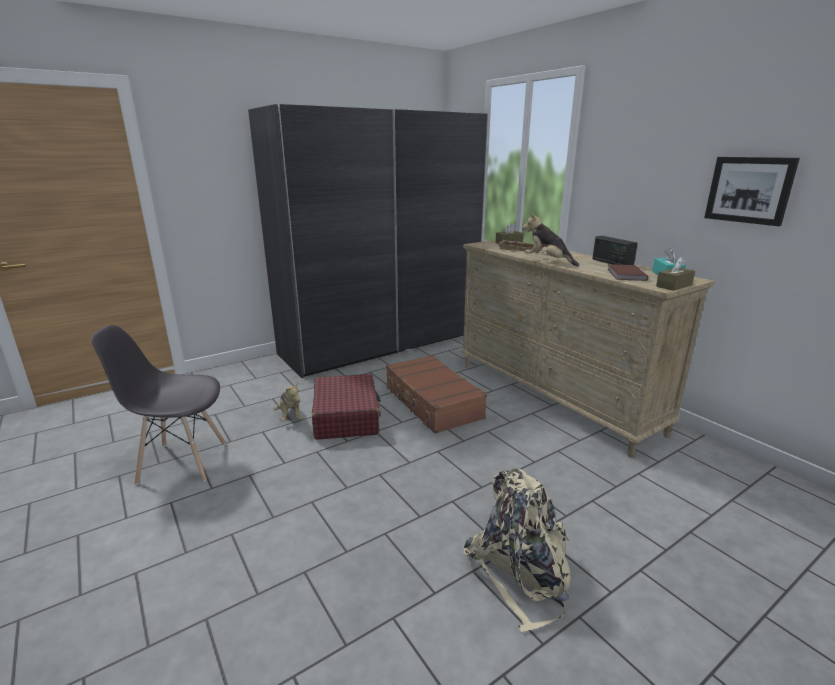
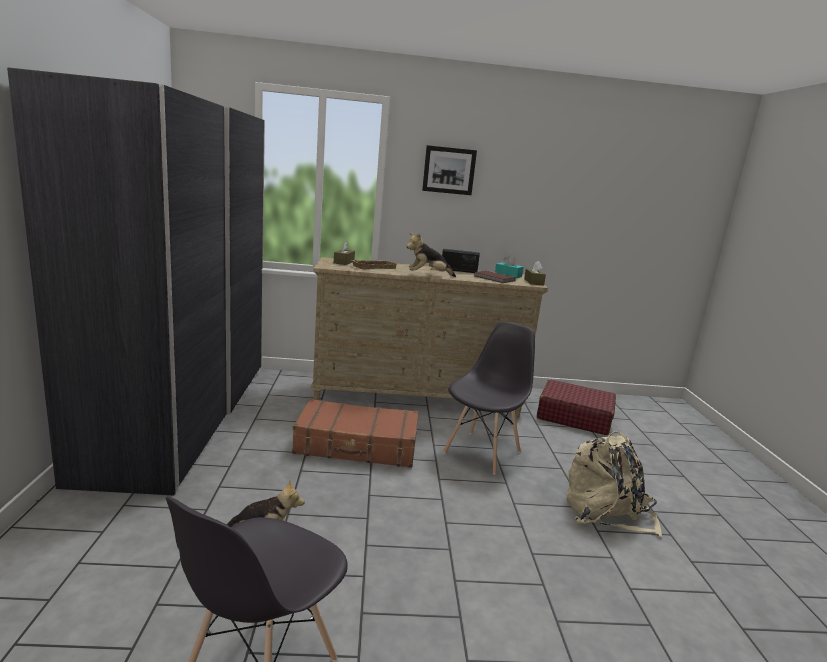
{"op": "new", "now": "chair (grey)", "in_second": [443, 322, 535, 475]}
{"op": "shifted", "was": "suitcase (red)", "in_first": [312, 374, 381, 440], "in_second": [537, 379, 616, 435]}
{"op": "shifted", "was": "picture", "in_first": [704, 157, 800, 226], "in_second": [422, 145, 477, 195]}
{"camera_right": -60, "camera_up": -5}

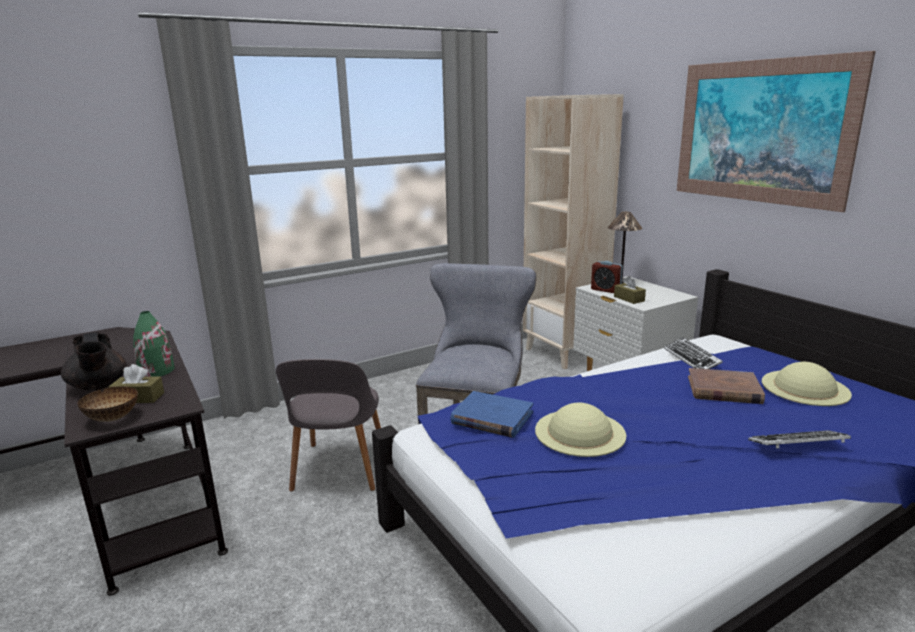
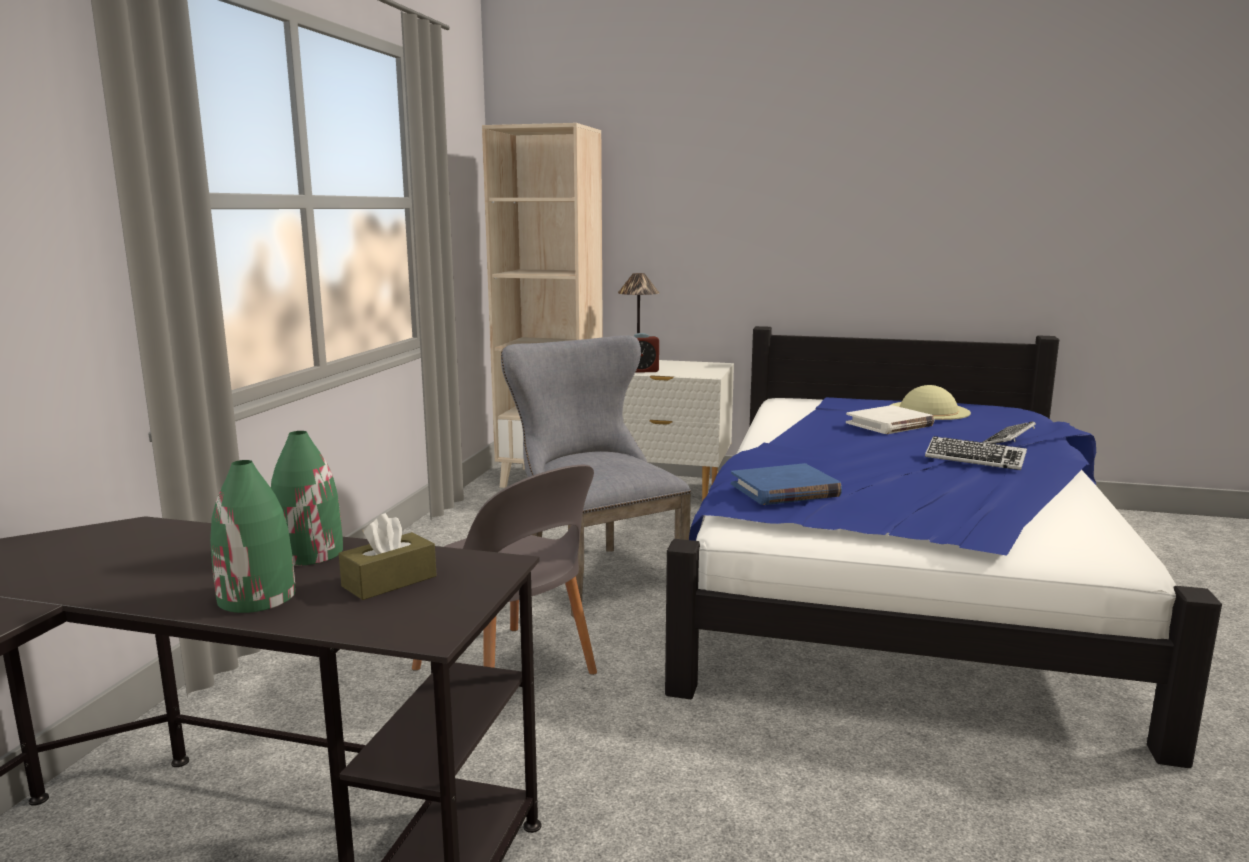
{"op": "gone", "was": "bowl", "in_first": [78, 387, 138, 422]}
{"op": "gone", "was": "hat (beige)", "in_first": [535, 403, 626, 457]}
{"op": "gone", "was": "tissue box (brown)", "in_first": [614, 276, 646, 304]}
{"op": "gone", "was": "picture", "in_first": [677, 51, 876, 212]}
{"op": "shifted", "was": "keyboard", "in_first": [664, 337, 723, 369], "in_second": [925, 436, 1027, 470]}
{"op": "swapped", "was": "teapot (black)", "now": "vase (green)", "in_first": [61, 332, 127, 390], "in_second": [210, 460, 296, 613]}
{"op": "repainted", "was": "book (brown)", "now": "book (white)", "in_first": [688, 368, 765, 404], "in_second": [846, 405, 934, 434]}
{"camera_right": -45, "camera_up": -5}

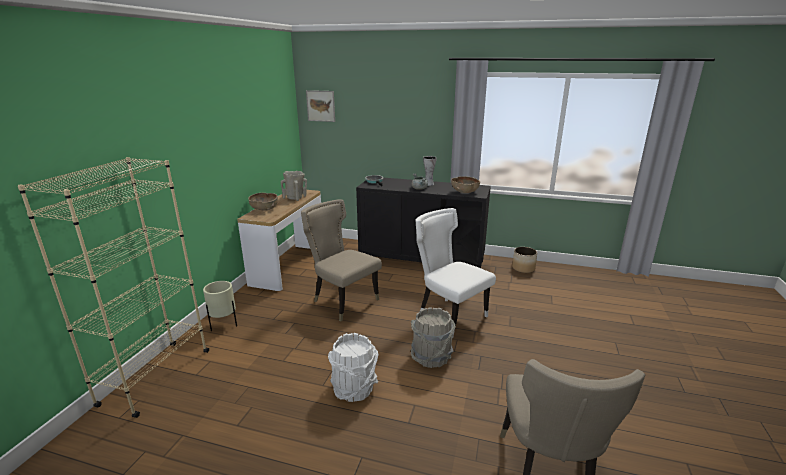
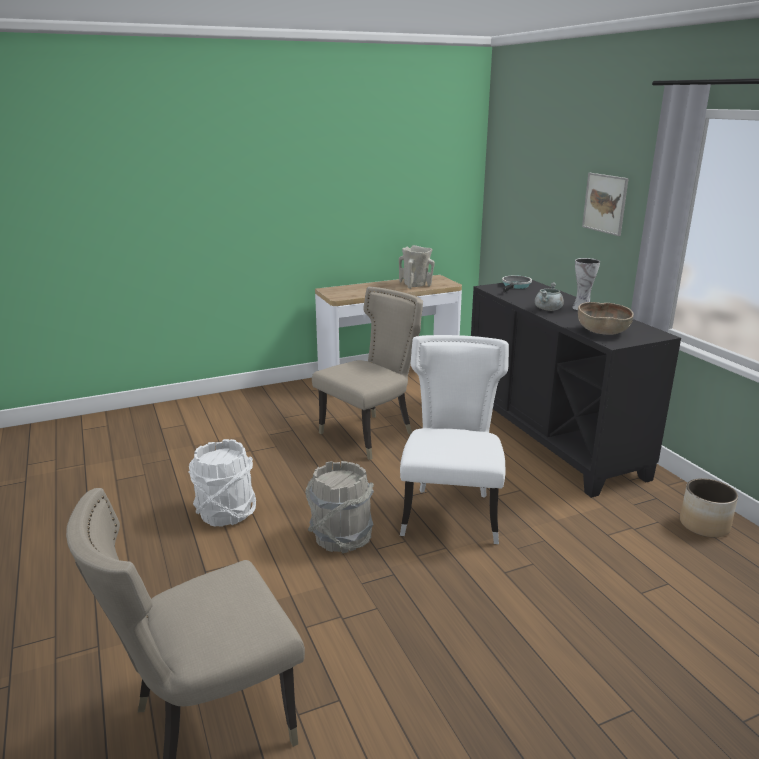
{"op": "gone", "was": "bookcase (beige)", "in_first": [18, 157, 209, 418]}
{"op": "gone", "was": "planter (beige)", "in_first": [203, 281, 237, 331]}
{"op": "gone", "was": "bowl (brown)", "in_first": [248, 193, 278, 210]}
{"op": "shifted", "was": "picture", "in_first": [306, 90, 335, 122], "in_second": [582, 173, 629, 236]}
{"op": "rotated", "was": "chair (beige)", "in_first": [301, 199, 382, 322], "in_second": [312, 287, 423, 460], "clockwise": 45}
{"camera_right": 50, "camera_up": 0}

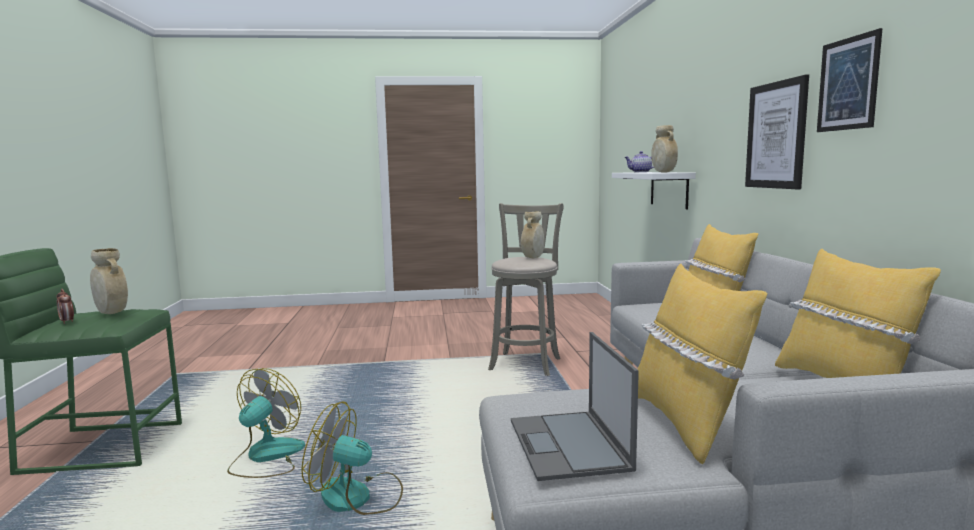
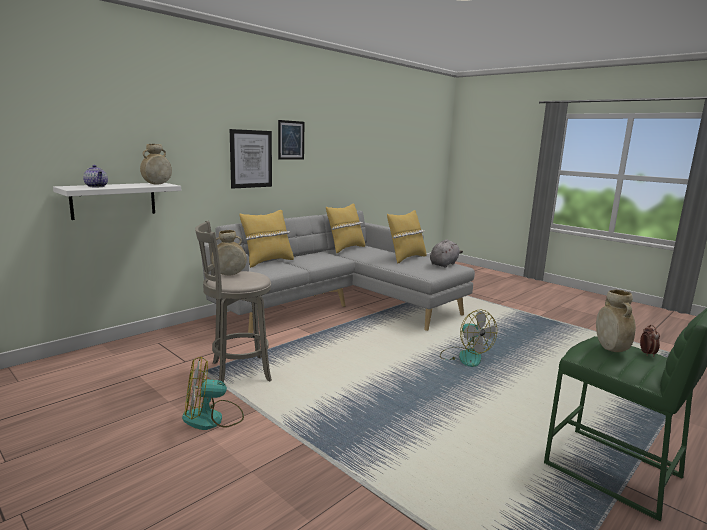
{"op": "shifted", "was": "fan", "in_first": [227, 368, 305, 478], "in_second": [182, 357, 244, 430]}
{"op": "swapped", "was": "laptop", "now": "plush toy (grey)", "in_first": [511, 332, 639, 481], "in_second": [430, 239, 463, 268]}
{"camera_right": -130, "camera_up": 5}

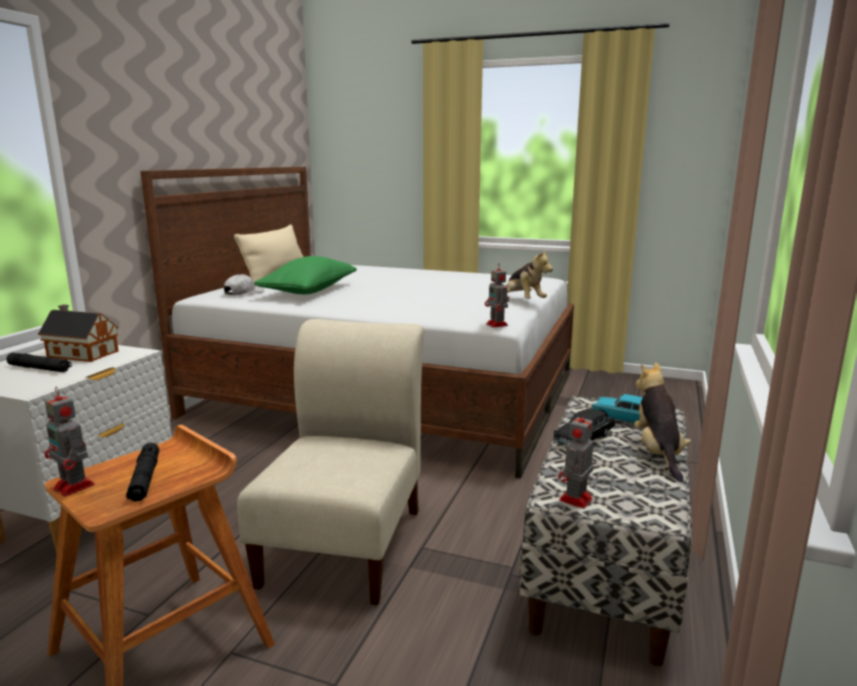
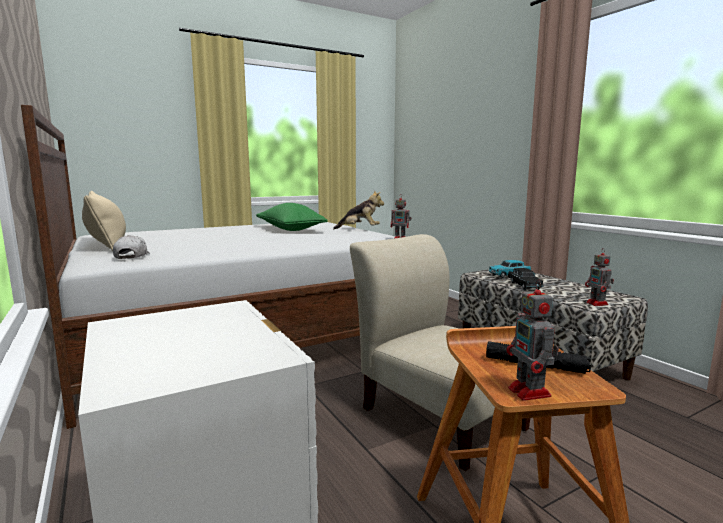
{"op": "gone", "was": "flashlight (black)", "in_first": [6, 353, 72, 372]}
{"op": "gone", "was": "toy house", "in_first": [38, 304, 119, 362]}
{"op": "gone", "was": "plush toy", "in_first": [634, 362, 691, 482]}
{"op": "shifted", "was": "pillow (green)", "in_first": [254, 256, 357, 294], "in_second": [256, 203, 328, 231]}
{"op": "rotated", "was": "toy robot", "in_first": [44, 387, 95, 497], "in_second": [506, 279, 559, 401], "clockwise": 90}
{"camera_right": -50, "camera_up": -5}

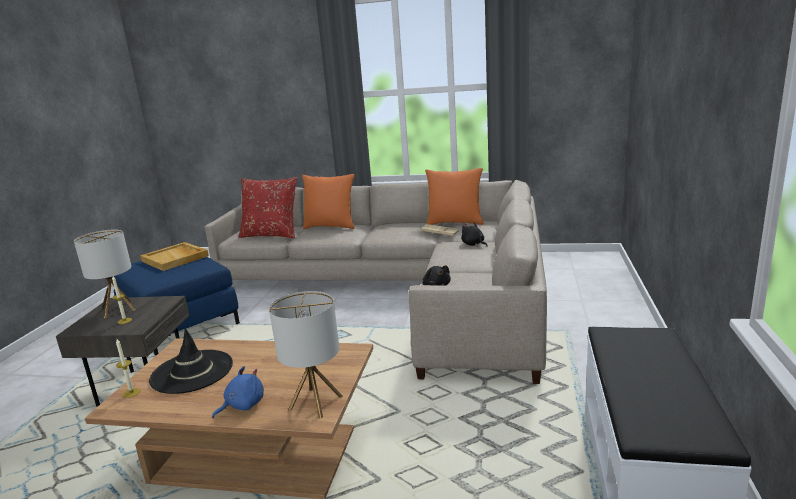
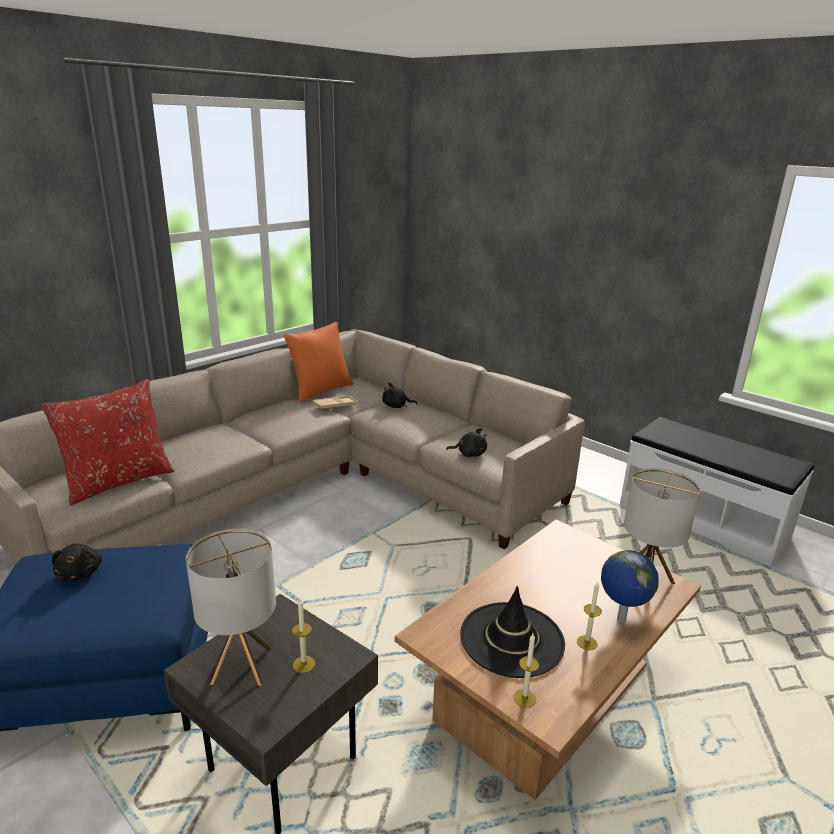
{"op": "gone", "was": "pillow (orange)", "in_first": [302, 174, 355, 229]}
{"op": "new", "now": "candle", "in_second": [577, 582, 602, 650]}
{"op": "swapped", "was": "tray (beige)", "now": "plush toy (black)", "in_first": [140, 242, 209, 271], "in_second": [52, 543, 102, 580]}
{"op": "swapped", "was": "plush toy (blue)", "now": "globe", "in_first": [212, 366, 264, 418], "in_second": [601, 550, 659, 623]}
{"camera_right": -60, "camera_up": 5}

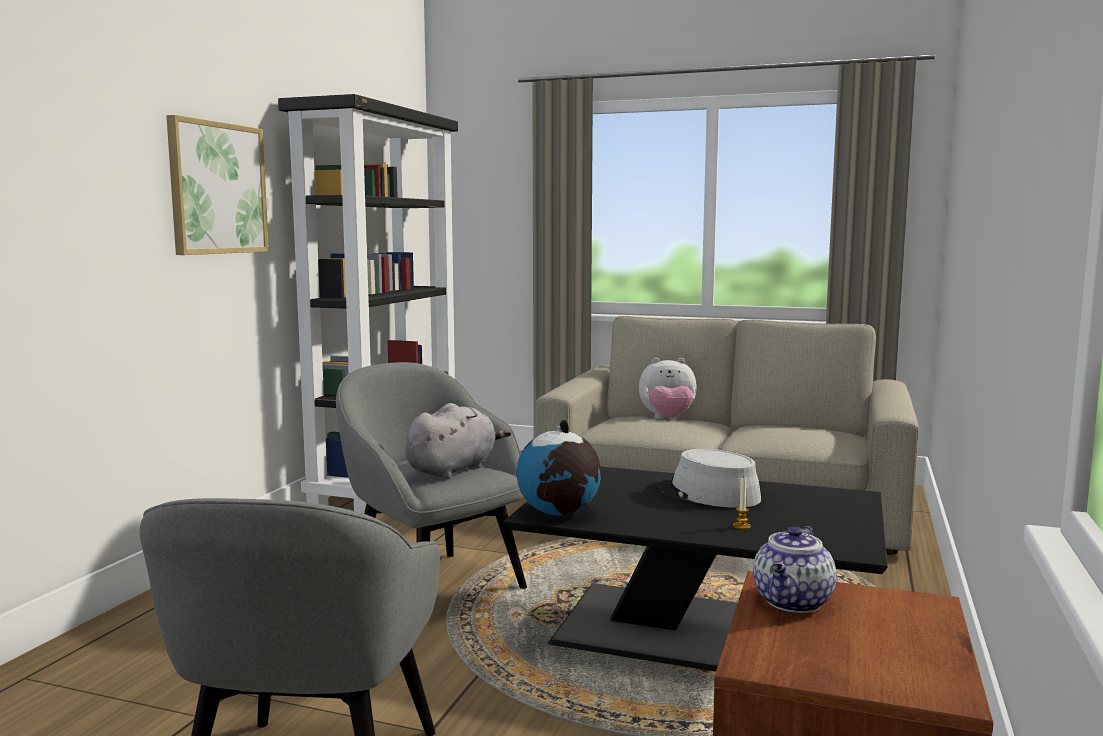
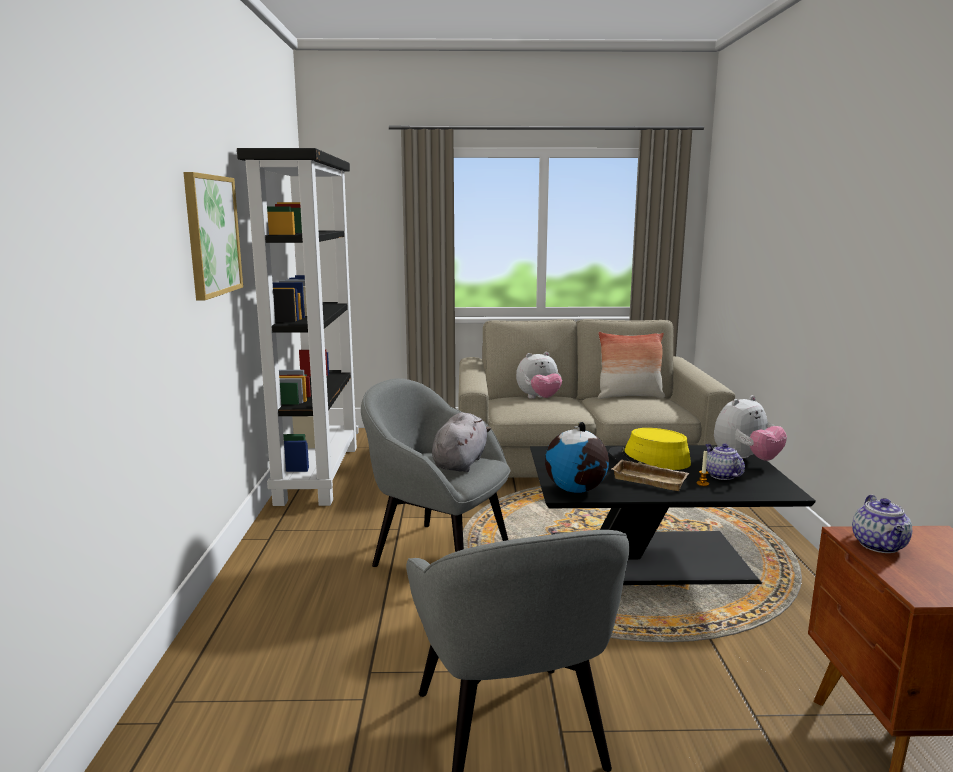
{"op": "new", "now": "pillow", "in_second": [598, 332, 665, 399]}
{"op": "new", "now": "tray (beige)", "in_second": [612, 459, 689, 491]}
{"op": "new", "now": "teapot", "in_second": [705, 444, 745, 480]}
{"op": "new", "now": "plush toy", "in_second": [714, 395, 787, 461]}
{"op": "repainted", "was": "hat (grey)", "now": "hat (yellow)", "in_first": [654, 449, 761, 508], "in_second": [609, 428, 691, 470]}
{"camera_right": -20, "camera_up": 5}

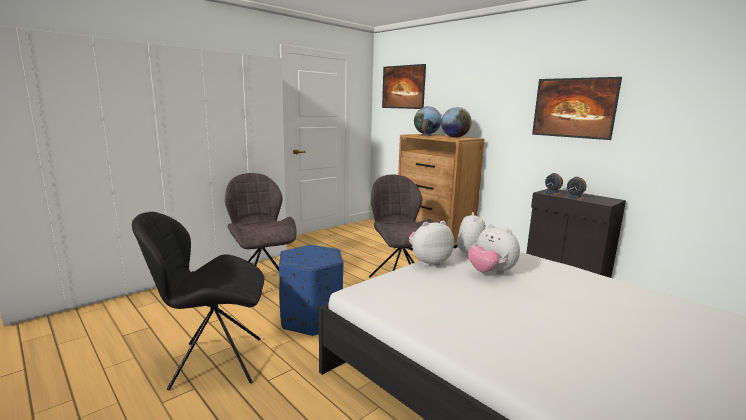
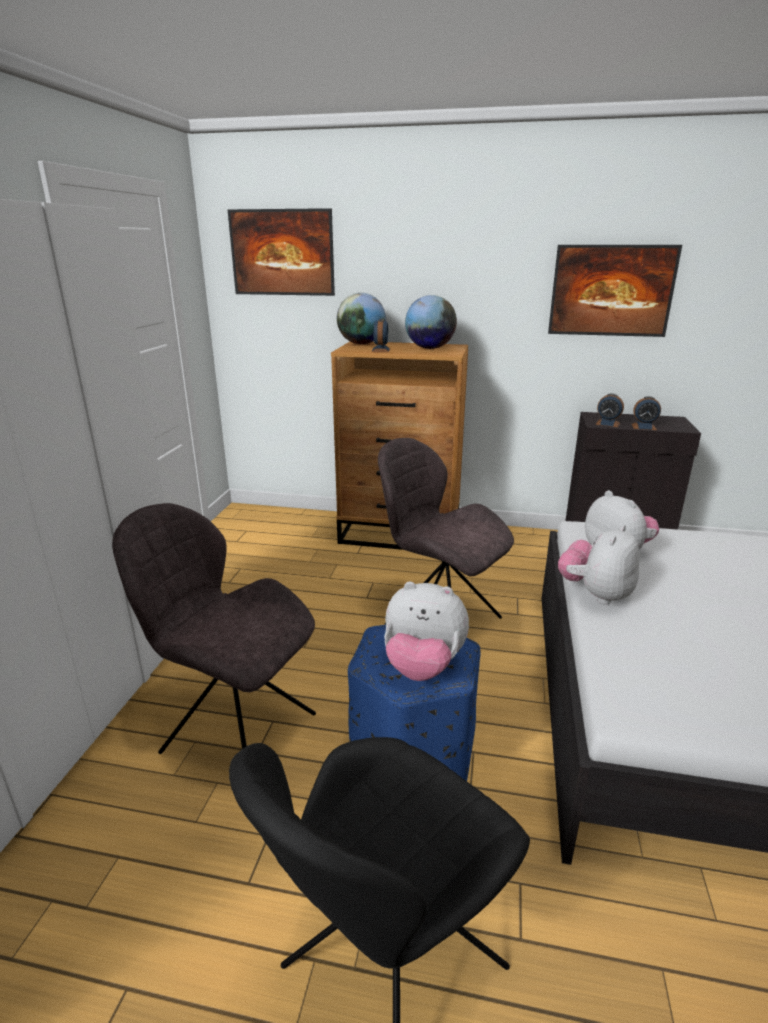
{"op": "shifted", "was": "plush toy", "in_first": [468, 224, 520, 275], "in_second": [384, 582, 469, 681]}
{"camera_right": -35, "camera_up": 10}

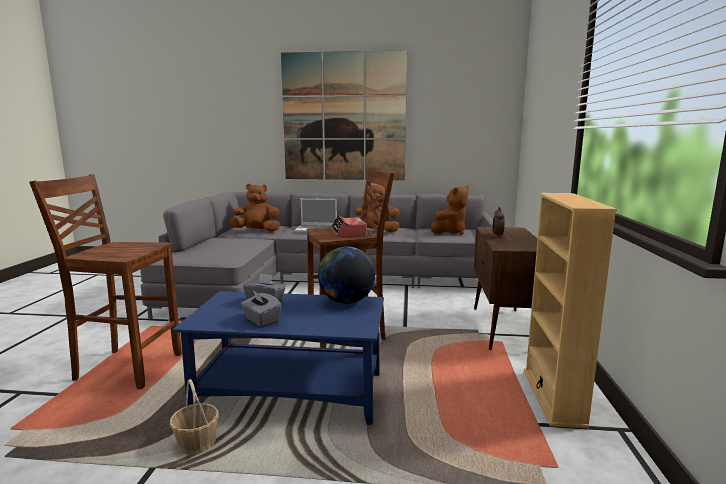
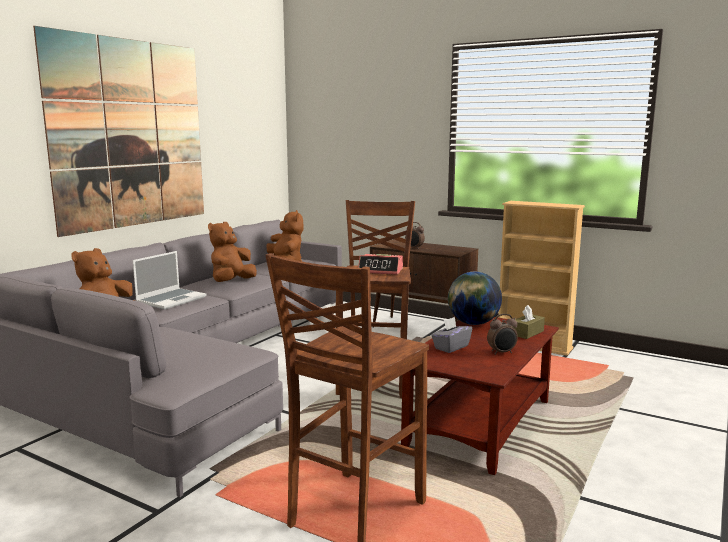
{"op": "gone", "was": "basket", "in_first": [170, 379, 219, 454]}
{"op": "new", "now": "tissue box (brown)", "in_second": [512, 305, 545, 339]}
{"op": "swapped", "was": "tissue box (grey)", "now": "alarm clock", "in_first": [241, 289, 281, 327], "in_second": [487, 314, 518, 355]}
{"op": "repainted", "was": "coffee table (blue)", "now": "coffee table (brown)", "in_first": [172, 291, 384, 425], "in_second": [401, 317, 559, 475]}
{"camera_right": -65, "camera_up": 0}

